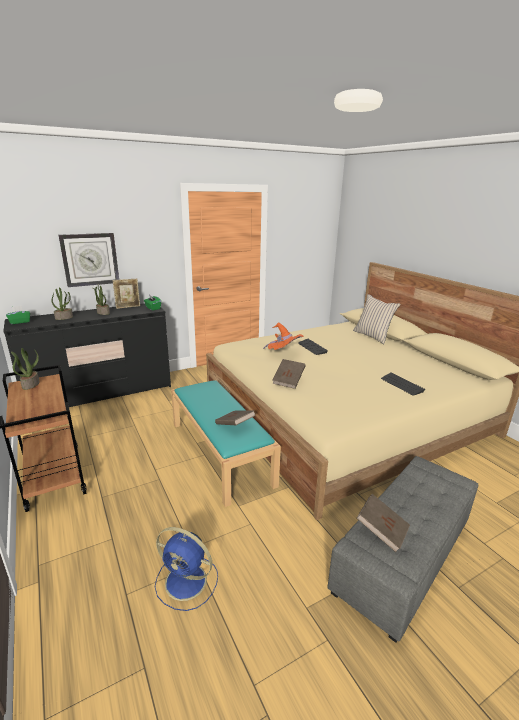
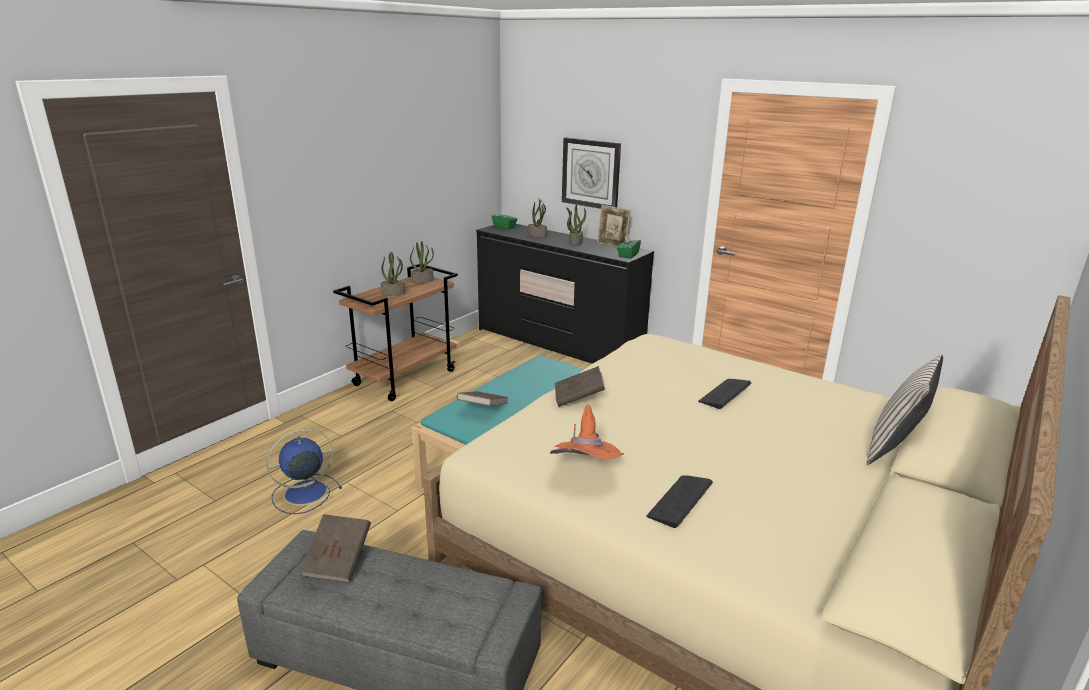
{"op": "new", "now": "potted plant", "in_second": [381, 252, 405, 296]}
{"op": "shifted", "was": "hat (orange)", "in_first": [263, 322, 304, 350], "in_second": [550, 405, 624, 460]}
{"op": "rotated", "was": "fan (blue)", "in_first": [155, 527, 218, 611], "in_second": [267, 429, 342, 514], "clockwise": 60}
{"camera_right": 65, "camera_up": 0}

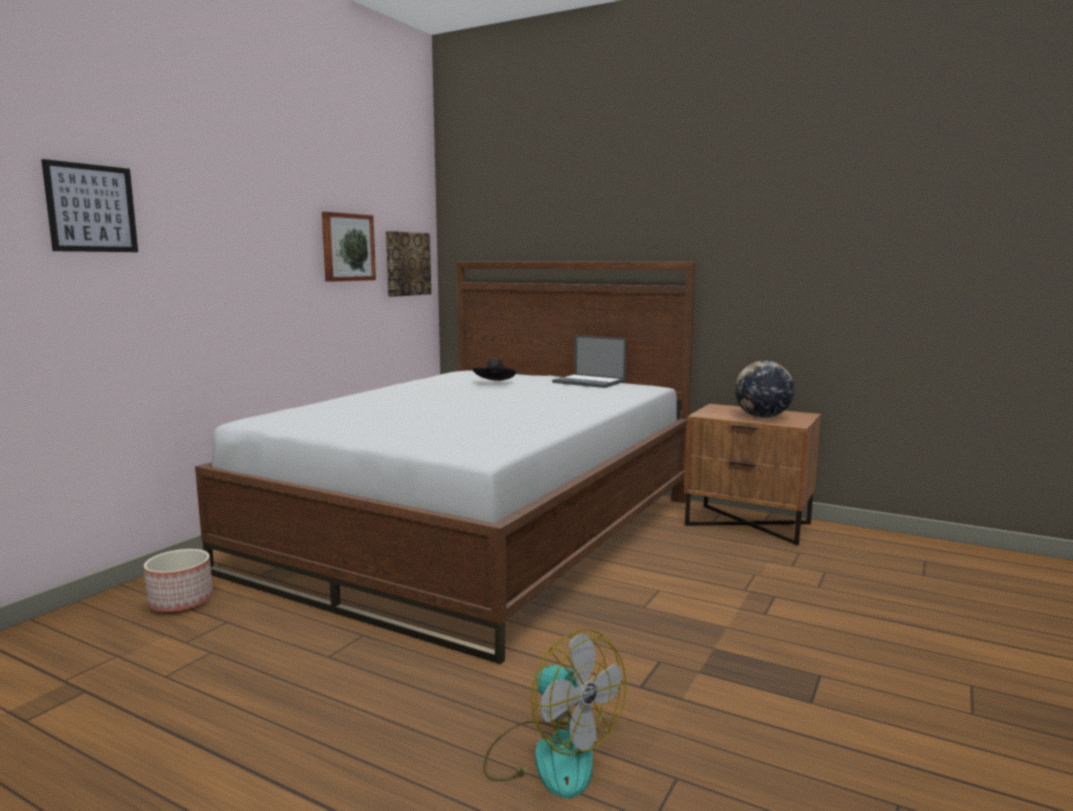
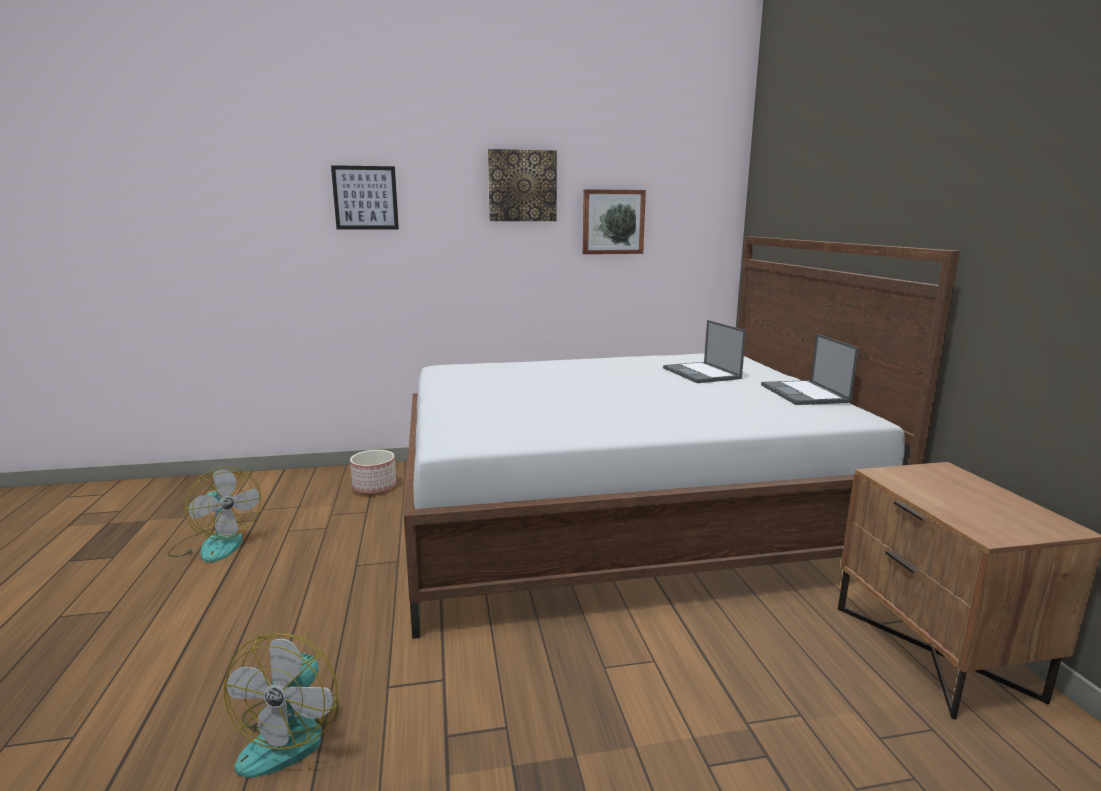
{"op": "gone", "was": "globe", "in_first": [735, 361, 794, 418]}
{"op": "new", "now": "fan", "in_second": [167, 467, 261, 562]}
{"op": "shifted", "was": "picture", "in_first": [385, 231, 431, 297], "in_second": [488, 149, 557, 221]}
{"op": "swapped", "was": "hat (black)", "now": "laptop", "in_first": [473, 359, 516, 381], "in_second": [663, 320, 746, 383]}
{"camera_right": 50, "camera_up": 5}

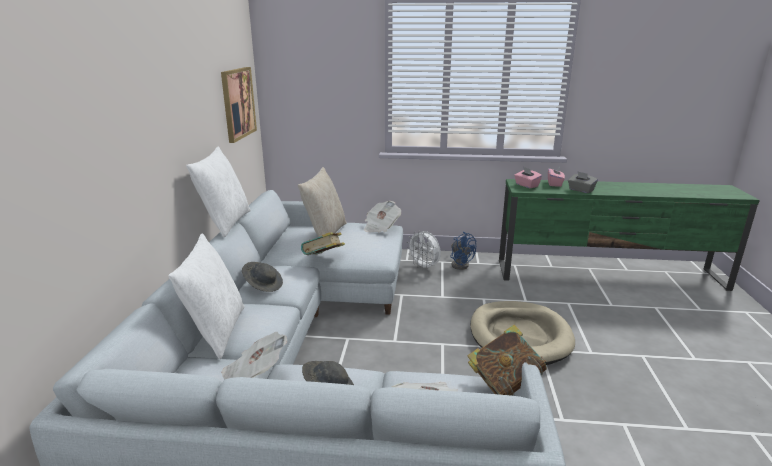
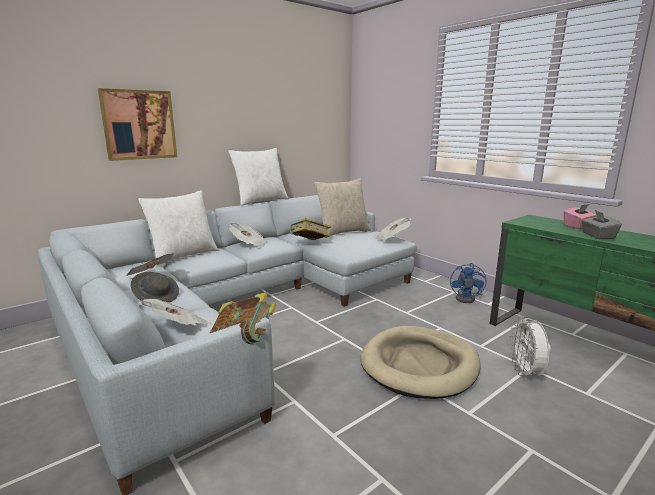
{"op": "gone", "was": "tissue box (pink)", "in_first": [514, 167, 542, 188]}
{"op": "shifted", "was": "picture", "in_first": [221, 67, 257, 143], "in_second": [98, 88, 177, 161]}
{"op": "shifted", "was": "fan (white)", "in_first": [407, 231, 441, 270], "in_second": [509, 316, 551, 379]}
{"op": "swapped", "was": "hat (grey)", "now": "newspaper", "in_first": [242, 262, 283, 292], "in_second": [229, 222, 266, 248]}
{"camera_right": 45, "camera_up": -5}

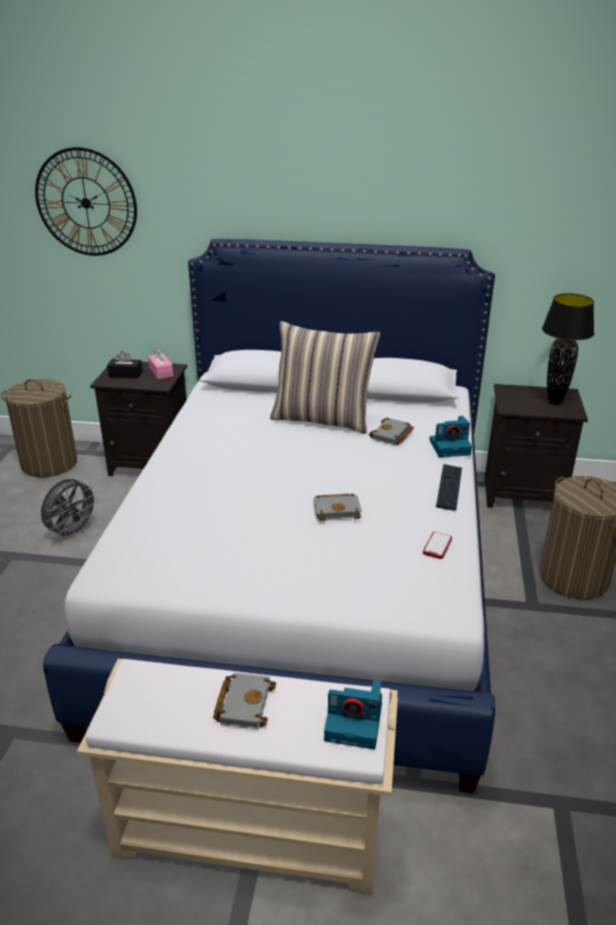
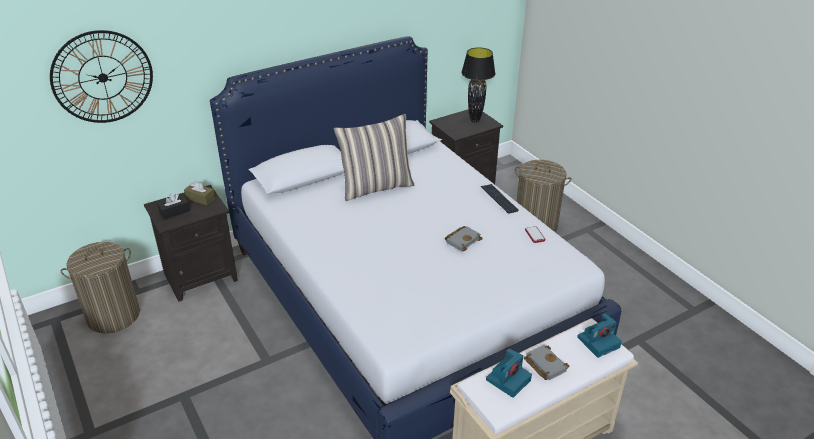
{"op": "gone", "was": "fan (grey)", "in_first": [41, 479, 99, 540]}
{"op": "gone", "was": "book (grey)", "in_first": [369, 418, 414, 445]}
{"op": "shifted", "was": "photo camera", "in_first": [429, 416, 472, 457], "in_second": [486, 348, 532, 398]}
{"op": "repainted", "was": "tissue box (pink)", "now": "tissue box (brown)", "in_first": [148, 348, 173, 379], "in_second": [184, 180, 215, 205]}
{"camera_right": -40, "camera_up": 5}

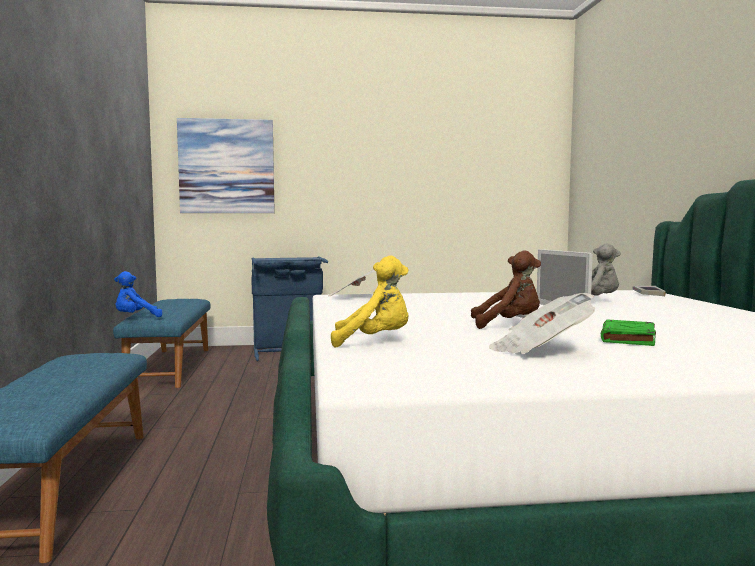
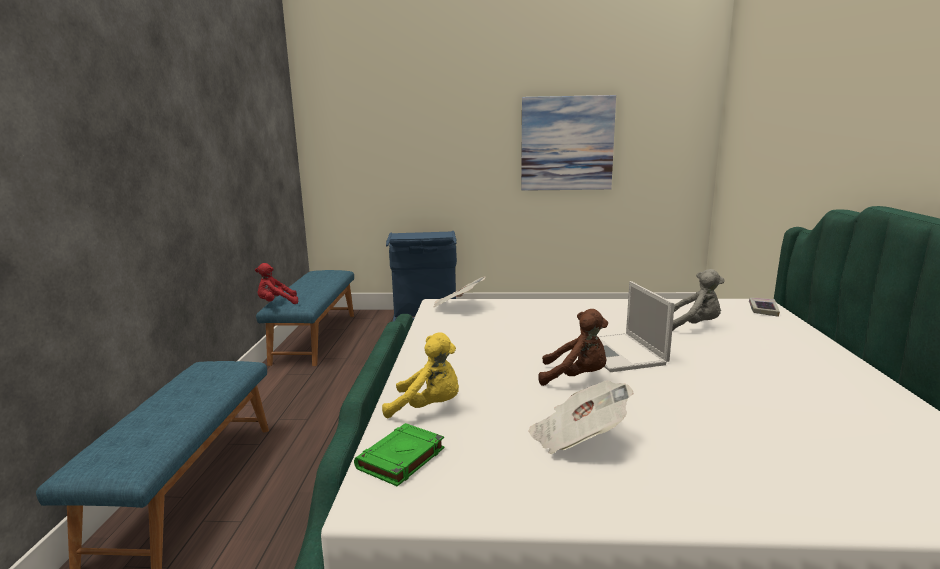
{"op": "shifted", "was": "picture", "in_first": [177, 118, 275, 213], "in_second": [521, 95, 616, 191]}
{"op": "shifted", "was": "book (green)", "in_first": [601, 320, 656, 346], "in_second": [354, 423, 444, 486]}
{"op": "repainted", "was": "plush toy (blue)", "now": "plush toy (red)", "in_first": [114, 271, 162, 317], "in_second": [255, 263, 298, 304]}
{"camera_right": 10, "camera_up": 10}

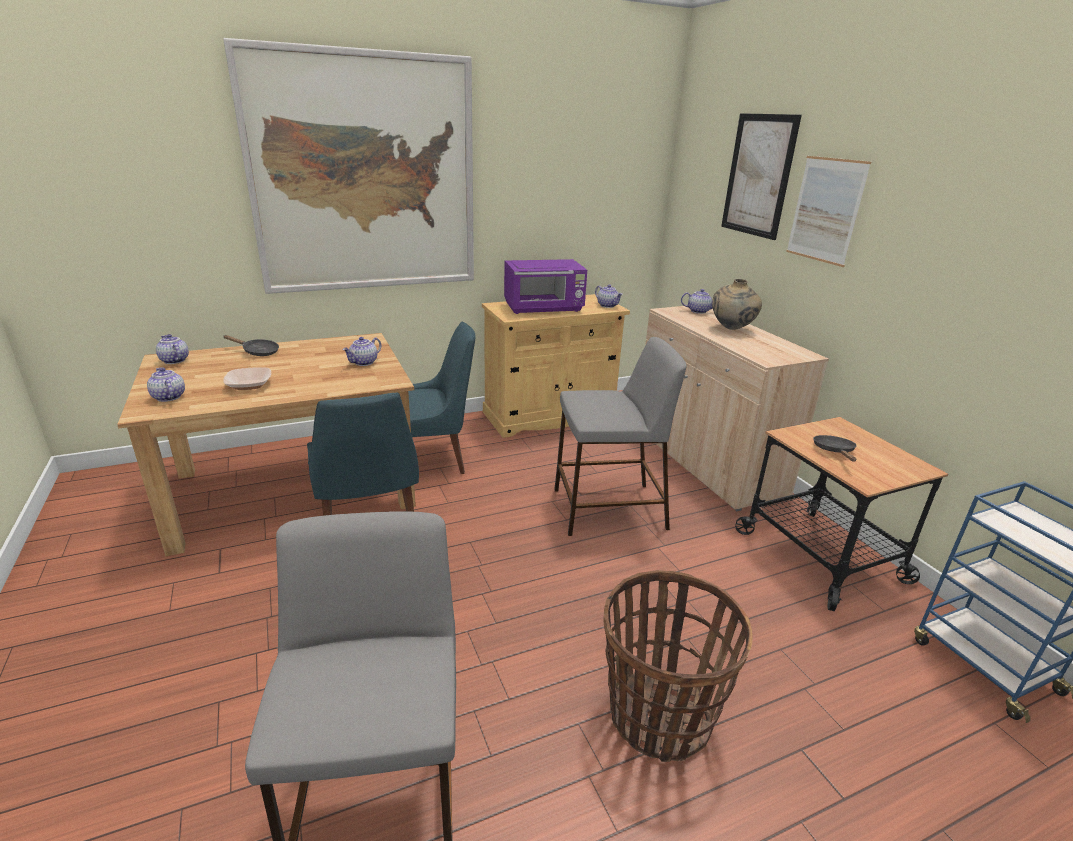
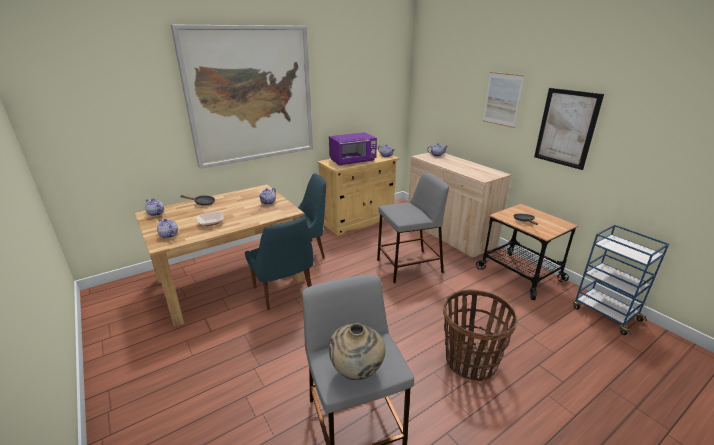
{"op": "shifted", "was": "vase (beige)", "in_first": [712, 279, 762, 330], "in_second": [329, 323, 385, 380]}
{"op": "shifted", "was": "picture", "in_first": [721, 113, 802, 240], "in_second": [534, 88, 604, 170]}
{"camera_right": -10, "camera_up": 0}

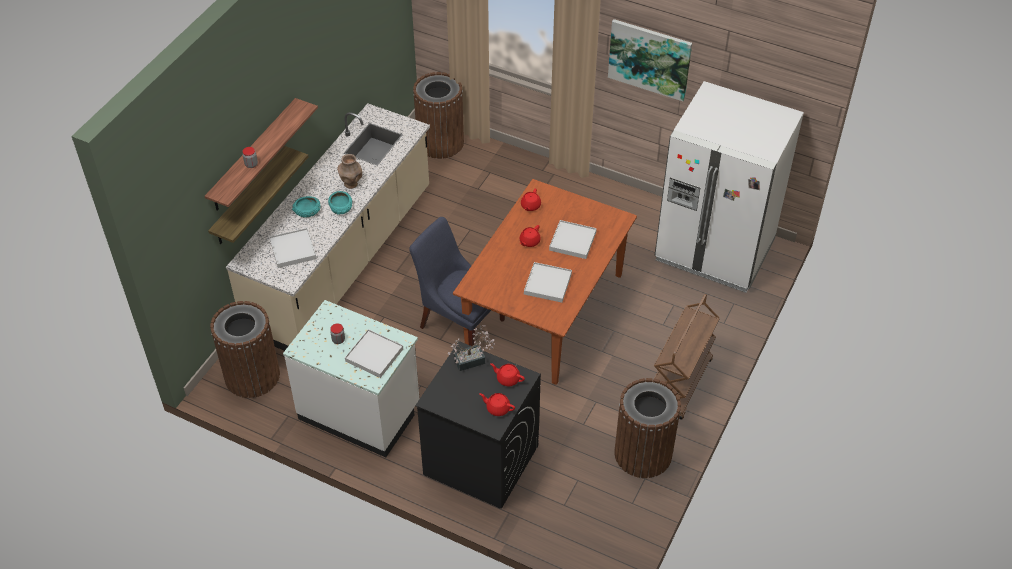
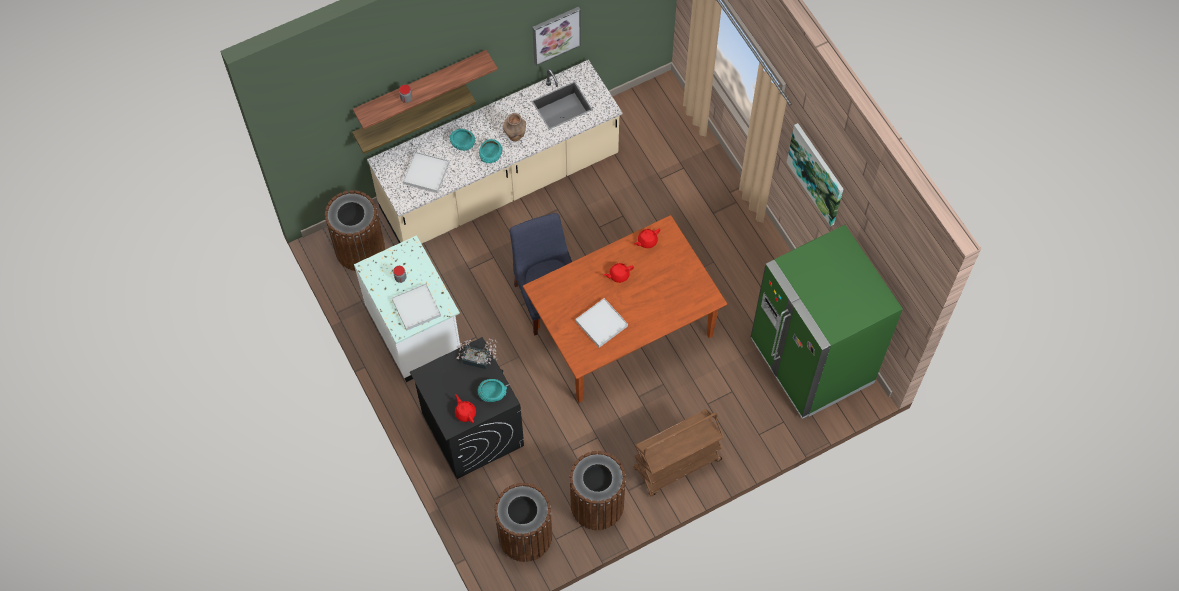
{"op": "gone", "was": "tray (white)", "in_first": [549, 220, 597, 259]}
{"op": "new", "now": "picture", "in_second": [532, 7, 581, 66]}
{"op": "shifted", "was": "trash can (brown)", "in_first": [413, 72, 464, 159], "in_second": [494, 483, 552, 562]}
{"op": "swapped", "was": "teapot (red)", "now": "bowl (turquoise)", "in_first": [490, 363, 525, 386], "in_second": [478, 379, 507, 402]}
{"op": "repainted", "was": "fridge (white)", "now": "fridge (green)", "in_first": [655, 81, 804, 293], "in_second": [751, 225, 903, 419]}
{"camera_right": 35, "camera_up": 15}

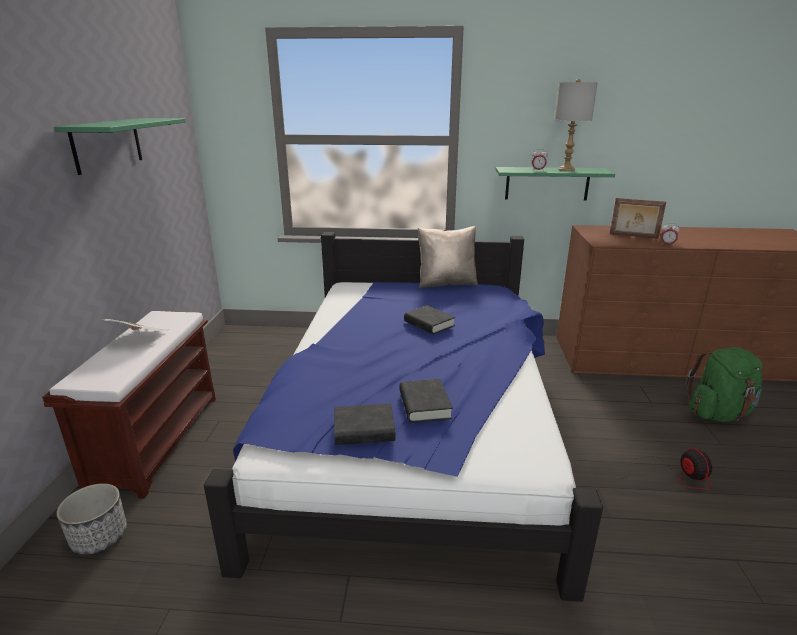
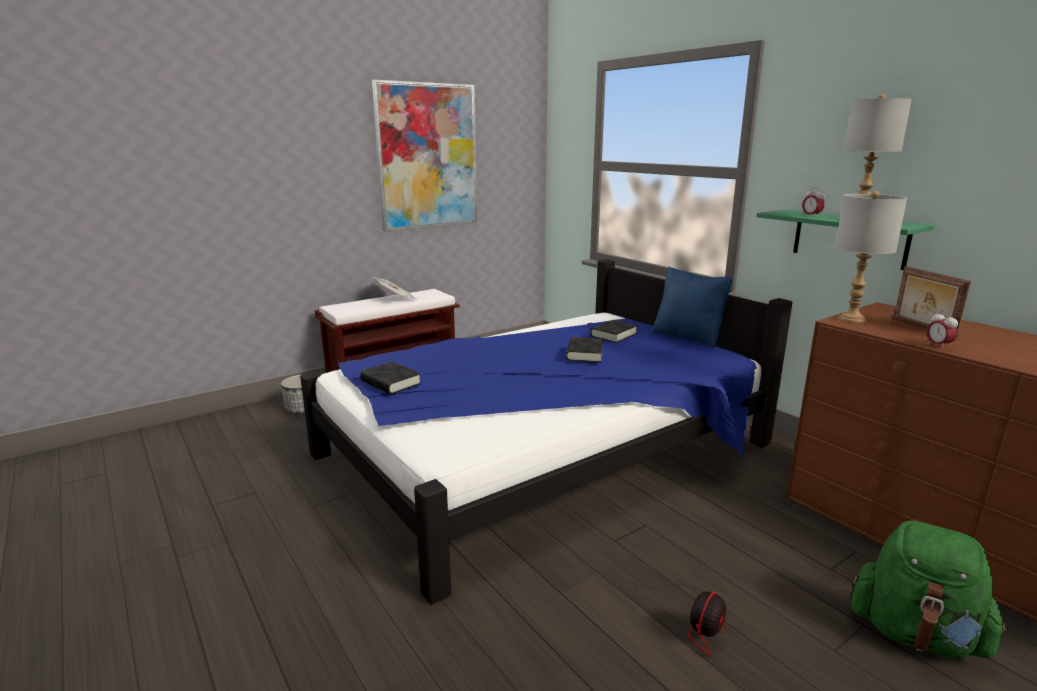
{"op": "new", "now": "table lamp (grey)", "in_second": [835, 191, 907, 323]}
{"op": "shifted", "was": "book (black)", "in_first": [400, 379, 453, 423], "in_second": [590, 320, 638, 343]}
{"op": "swapped", "was": "shelf (green)", "now": "picture", "in_first": [54, 118, 186, 175], "in_second": [372, 80, 477, 232]}
{"op": "repainted", "was": "pillow (beige)", "now": "pillow (blue)", "in_first": [418, 226, 478, 288], "in_second": [651, 266, 734, 348]}
{"camera_right": 50, "camera_up": -5}

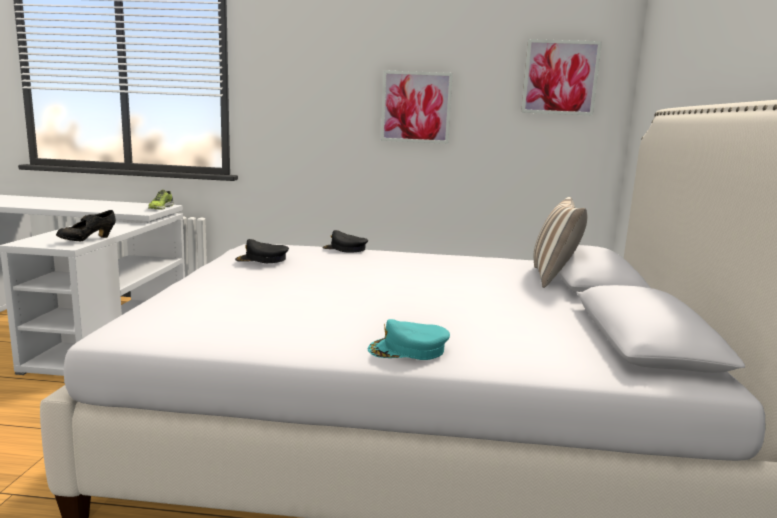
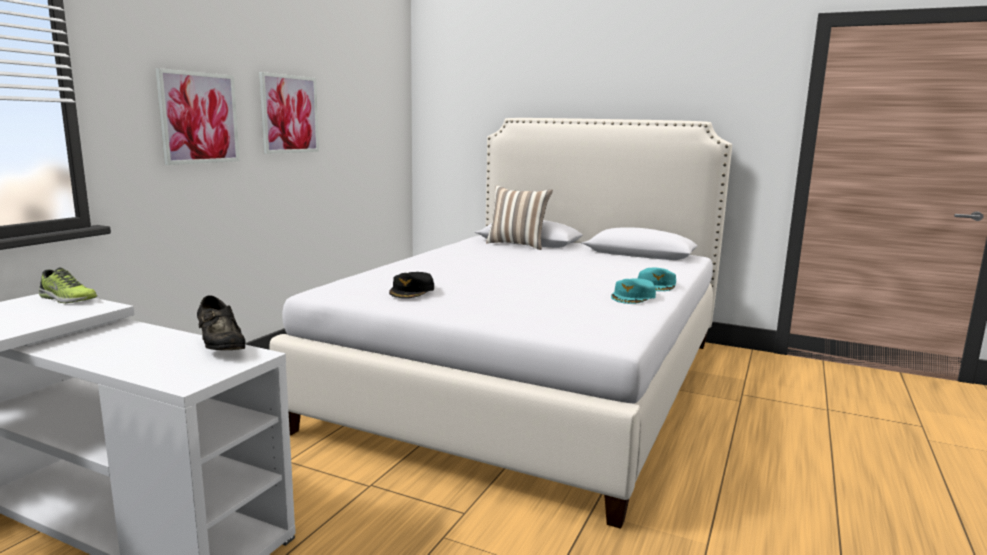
{"op": "gone", "was": "cap (black)", "in_first": [322, 230, 368, 252]}
{"op": "new", "now": "cap (turquoise)", "in_second": [611, 278, 656, 304]}
{"op": "shifted", "was": "picture", "in_first": [521, 39, 602, 116], "in_second": [155, 68, 240, 165]}
{"camera_right": -70, "camera_up": 0}

